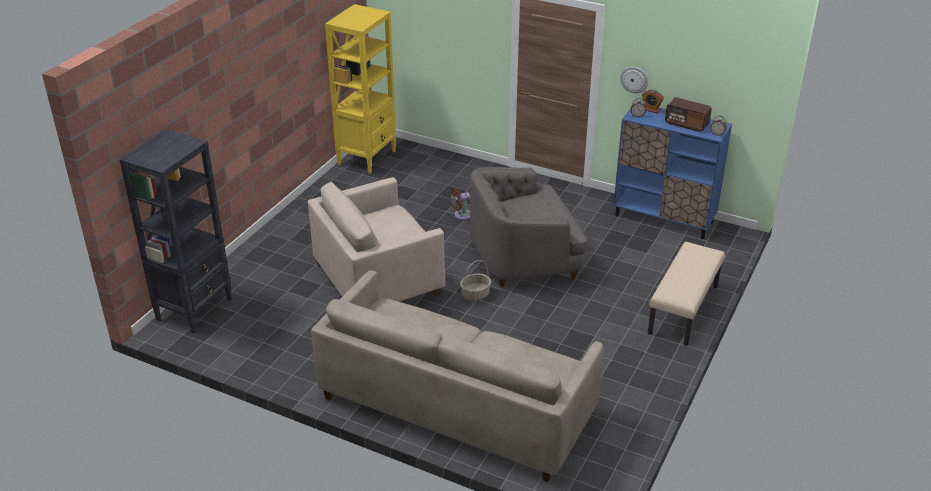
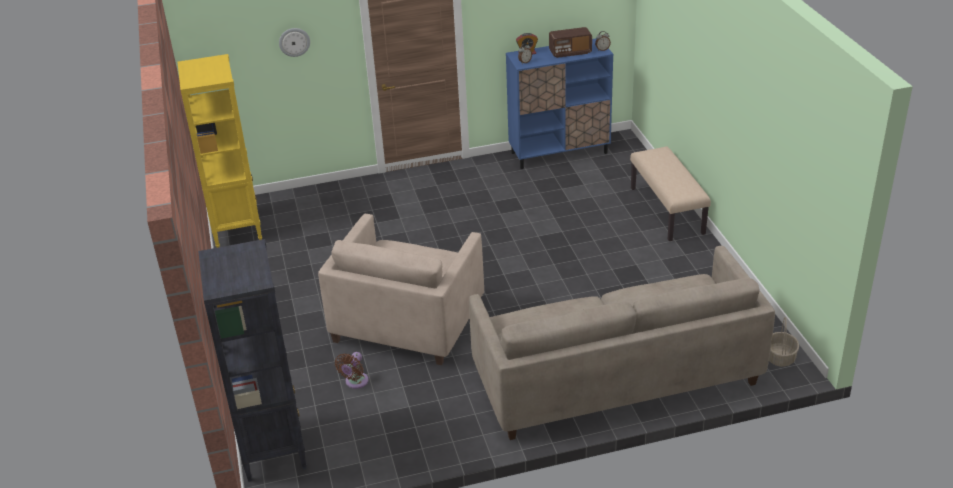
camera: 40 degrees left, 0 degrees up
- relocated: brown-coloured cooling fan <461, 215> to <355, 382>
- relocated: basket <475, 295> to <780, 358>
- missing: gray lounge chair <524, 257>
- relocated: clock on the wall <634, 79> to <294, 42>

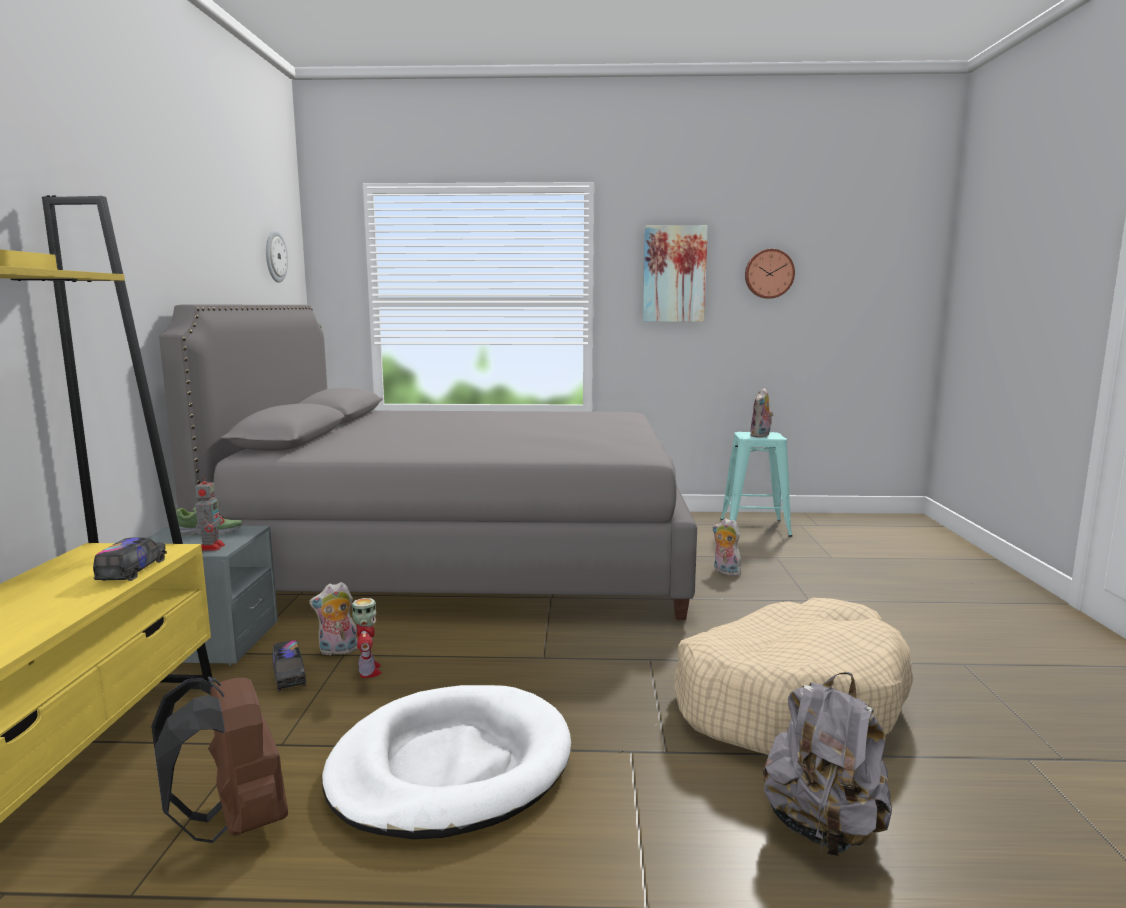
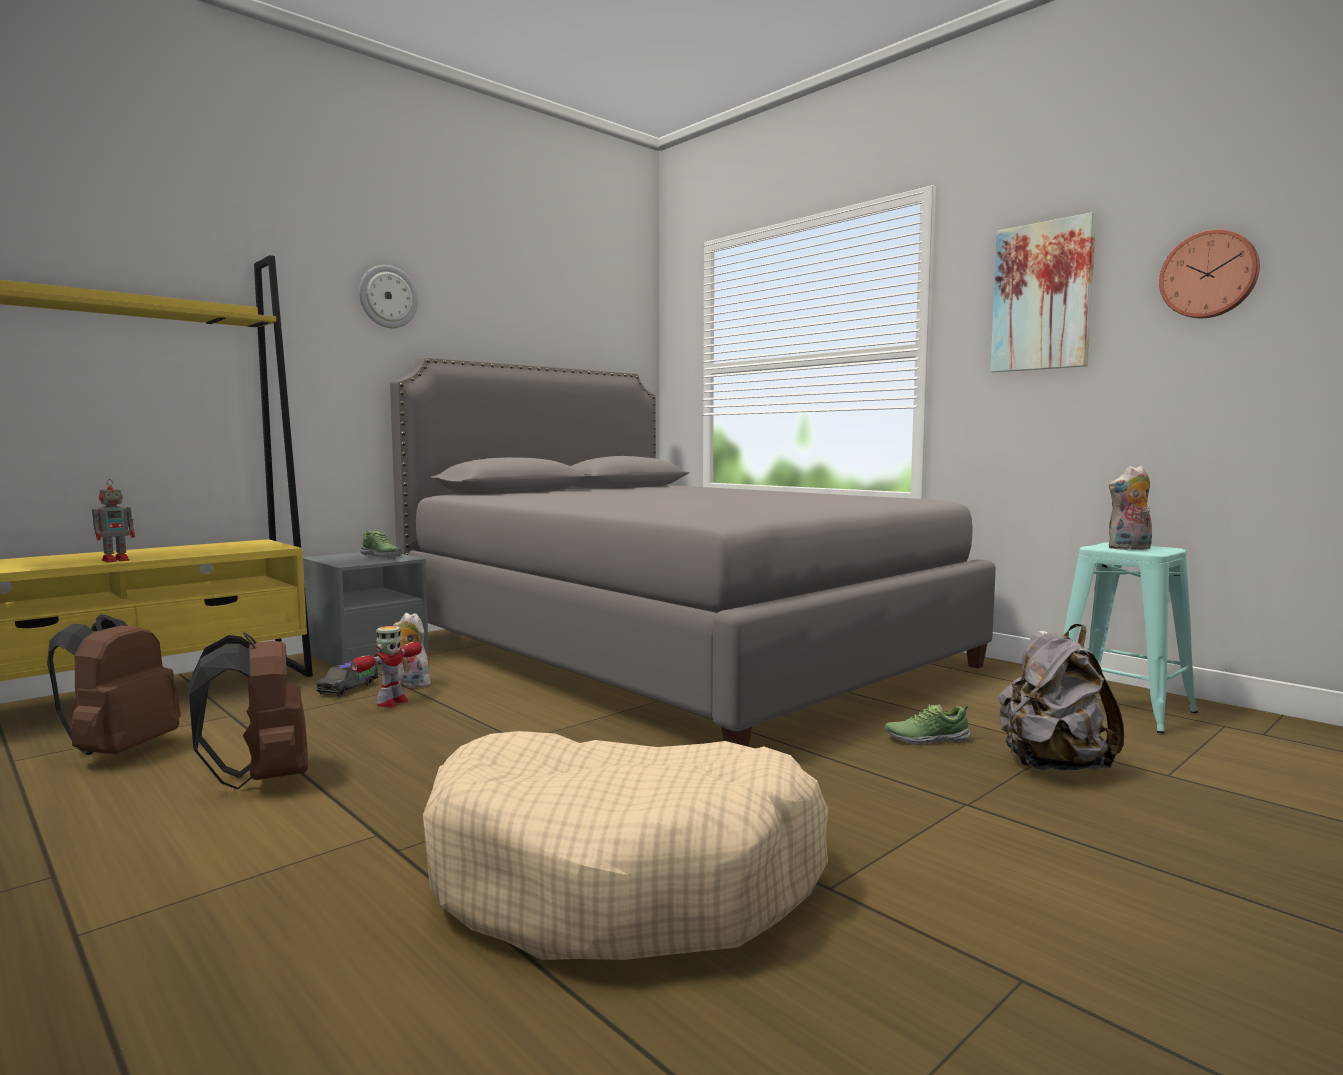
camera: 45 degrees right, 5 degrees down
- missing: toy truck <132, 570>
- relocated: robot figure <211, 547> to <117, 560>
- relocated: clock on the wall <275, 256> to <388, 297>
- exchanged: whitish dog cushion <450, 767> to brown-coloured knapsack <263, 779>
- exchanged: cuddly toy <725, 572> to low shoe <926, 739>
- relocated: gray knapsack <823, 828> to <1052, 766>

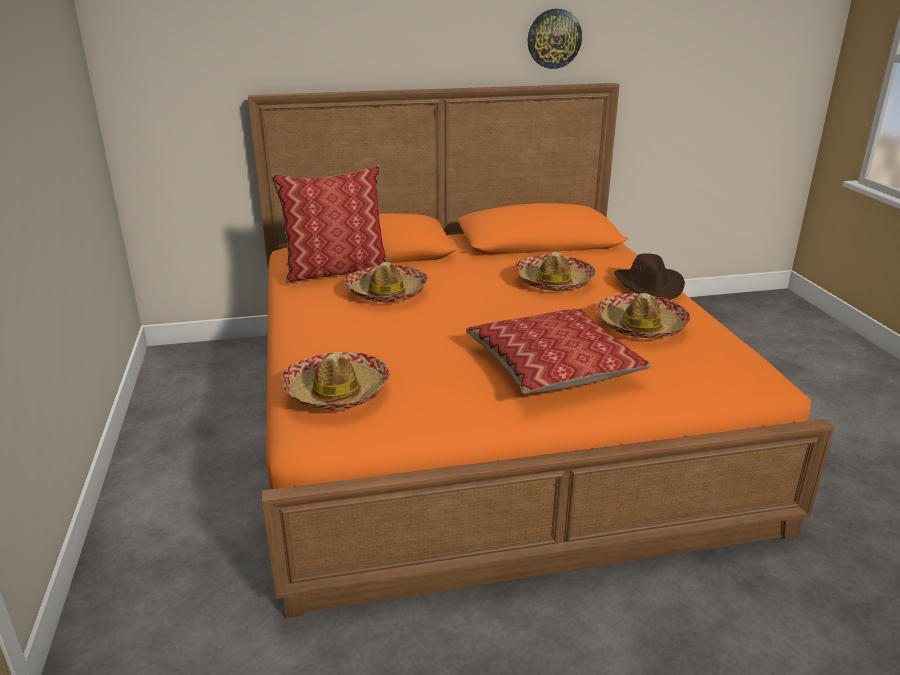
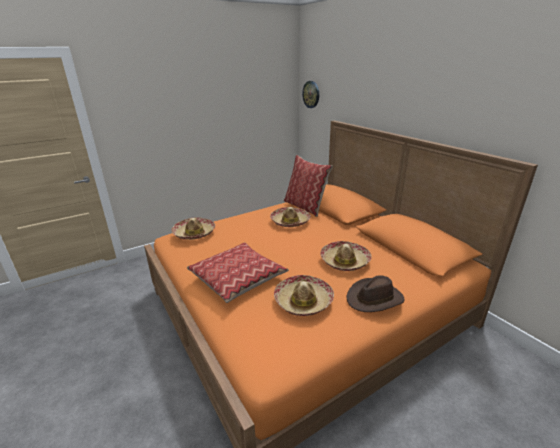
camera: 70 degrees right, 0 degrees up
- relocated: clock on the wall <554, 39> to <311, 94>

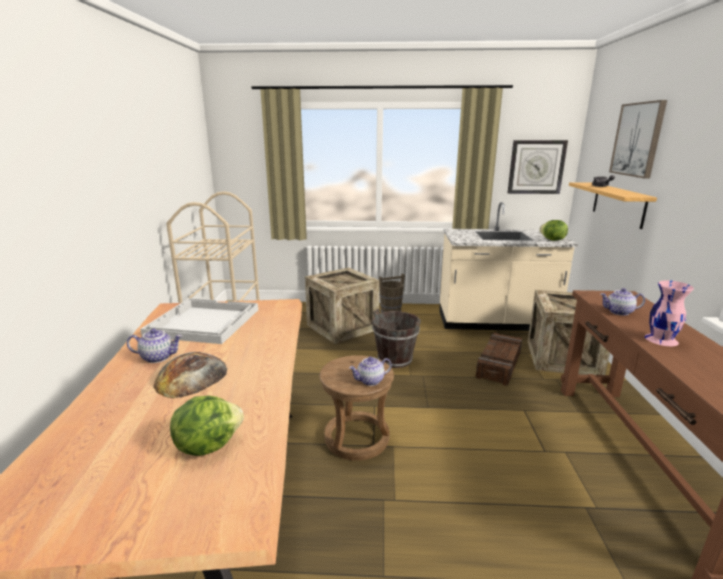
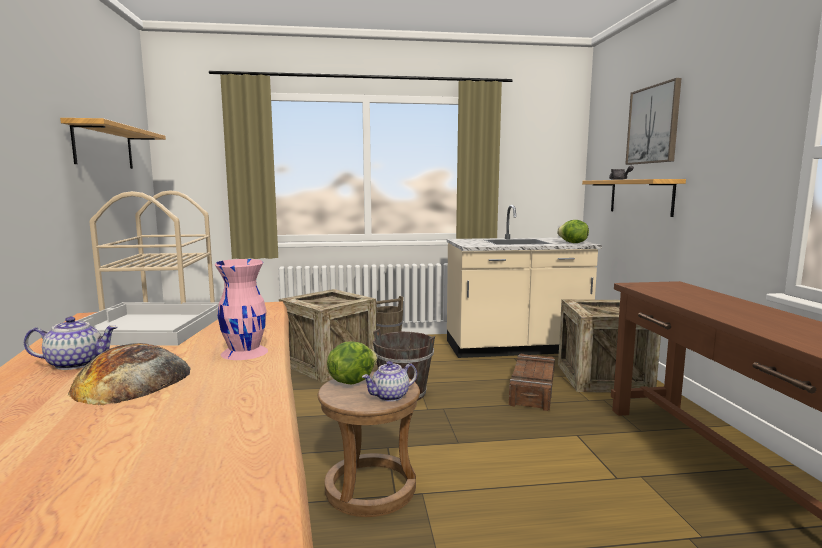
camera: 10 degrees left, 10 degrees down
- relocated: lettuce head <208, 444> to <351, 381>
- missing: clock on the wall <536, 167>
- missing: tea pot <619, 312>
- relocated: pink flower vase <661, 339> to <245, 352>
- appeared: wall shelf <104, 147>

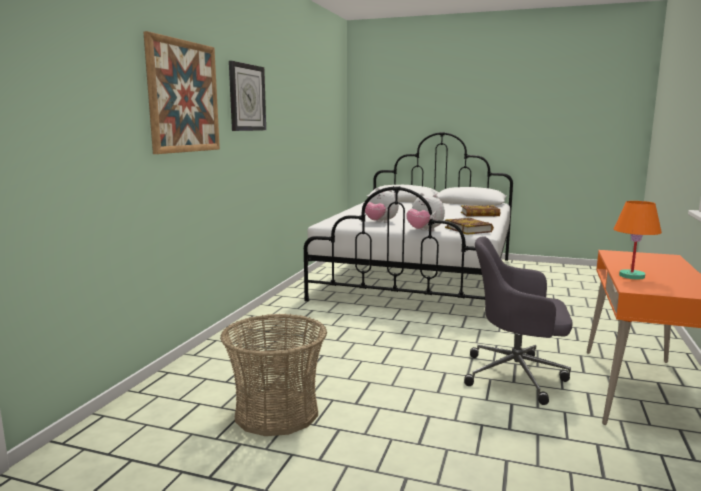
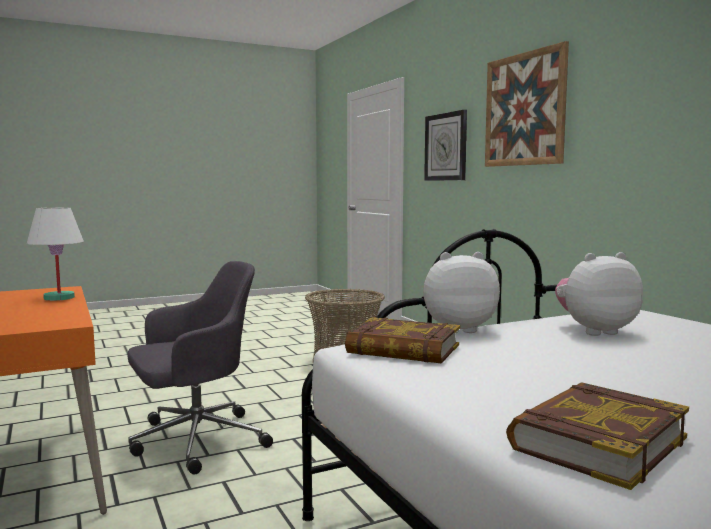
camera: 135 degrees right, 5 degrees down
- relocated: clock on the wall <247, 97> to <446, 147>
- colour: orange-coloured tabletop lamp <632, 276> to whitish tabletop lamp <58, 298>

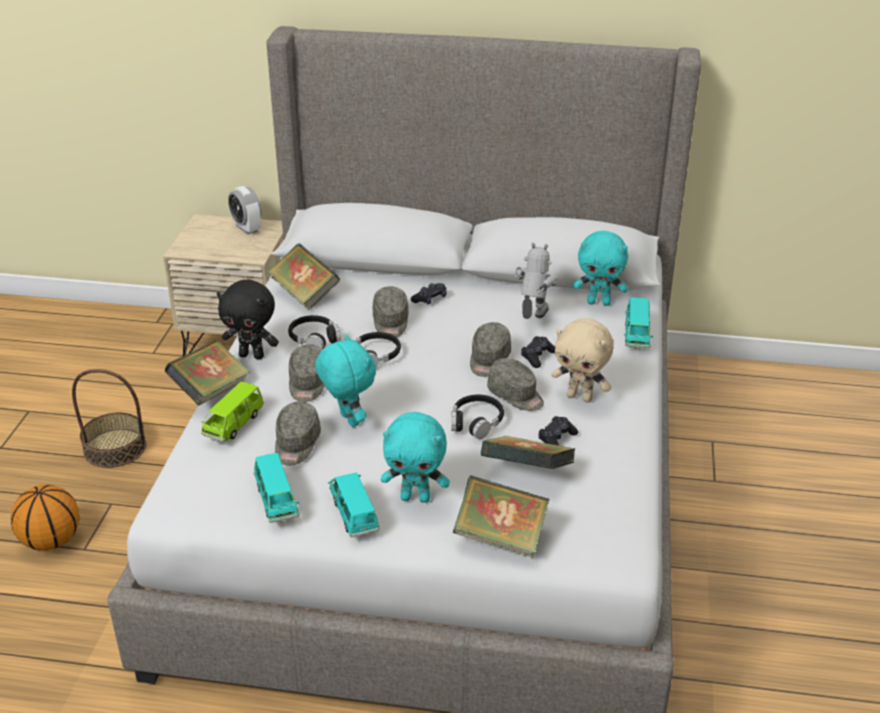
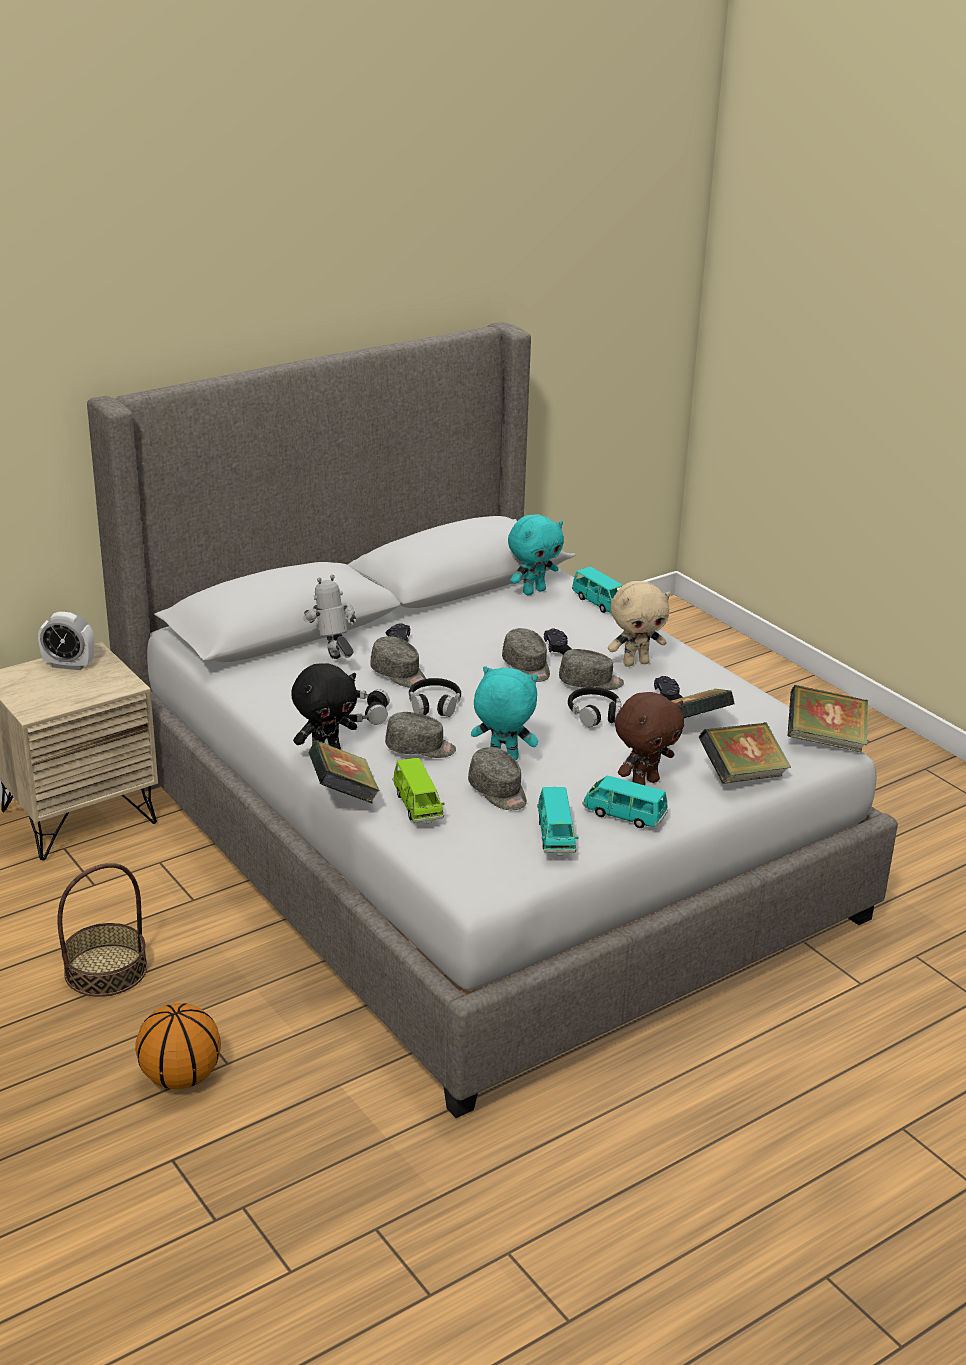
camera: 45 degrees left, 5 degrees down
- spun: turquoise-coloured model car <276, 501> = <555, 836> 60 degrees clockwise
- relocated: book <304, 294> to <825, 740>
- spun: gray baseball cap <308, 384> = <420, 748> 45 degrees counterclockwise
- colour: turquoise-coloured cuddly toy <416, 497> to brown-coloured cuddly toy <644, 782>
- relocated: robot figure <532, 320> to <334, 662>

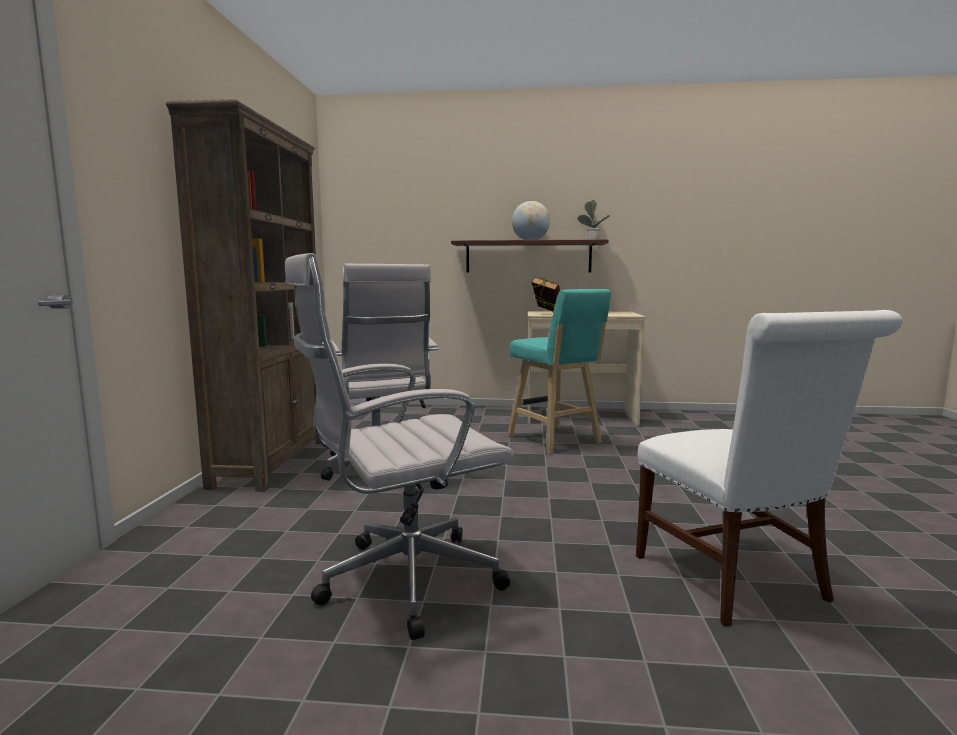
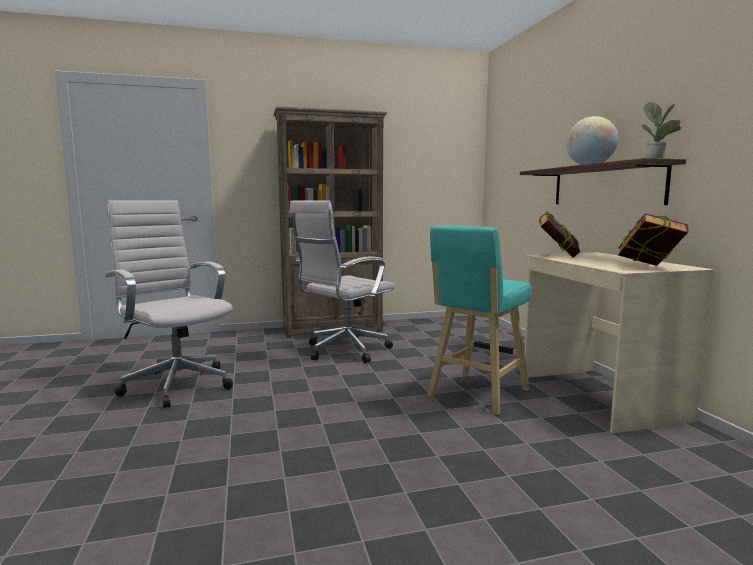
camera: 70 degrees right, 0 degrees up
- missing: whitish plain chair <738, 582>
- appeared: book <648, 267>

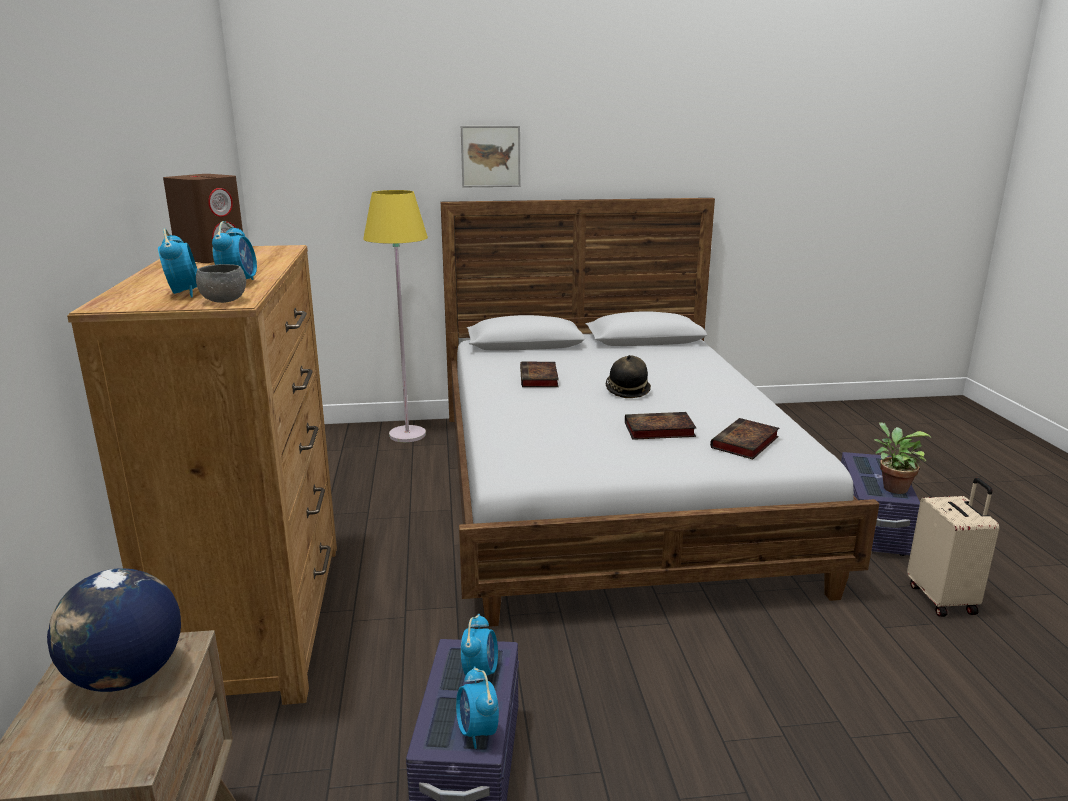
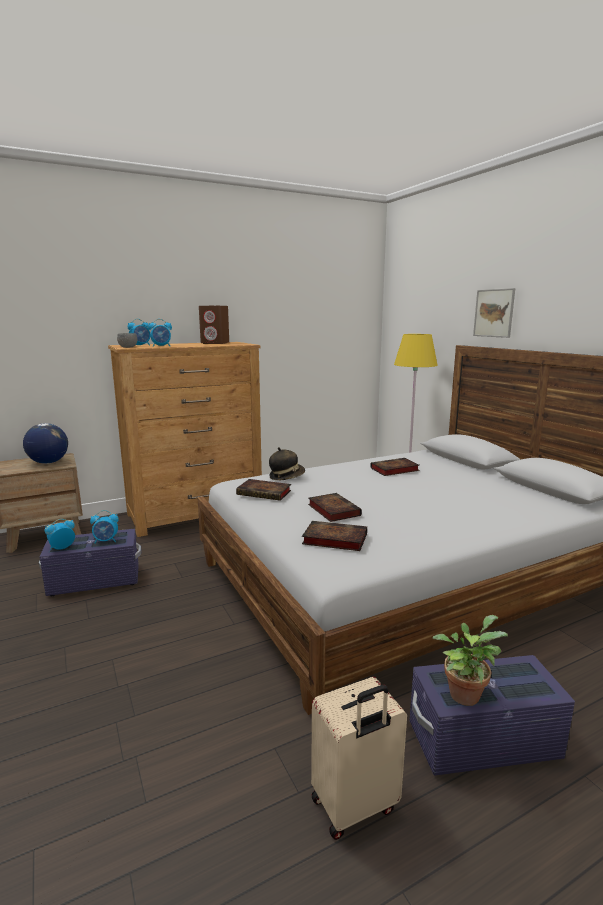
camera: 70 degrees right, 5 degrees down
- relocated: hat <627, 391> to <286, 476>
- appeared: book <265, 493>

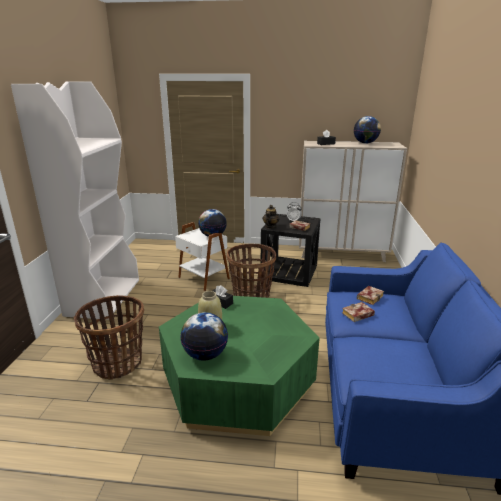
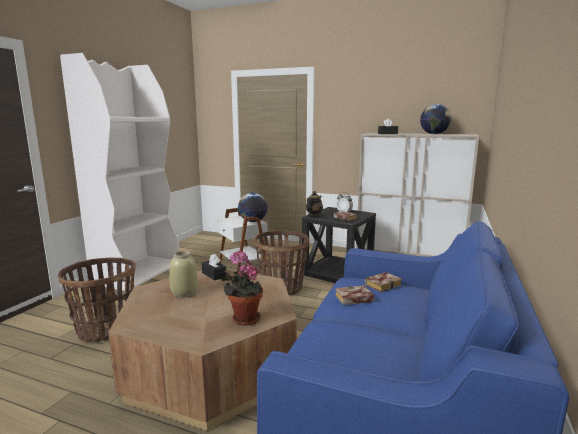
camera: 15 degrees right, 10 degrees down
- colour: green-coloured coffee table <238, 382> to brown-coloured coffee table <211, 367>
- missing: desk globe <205, 355>
- appeared: potted plant <243, 319>

